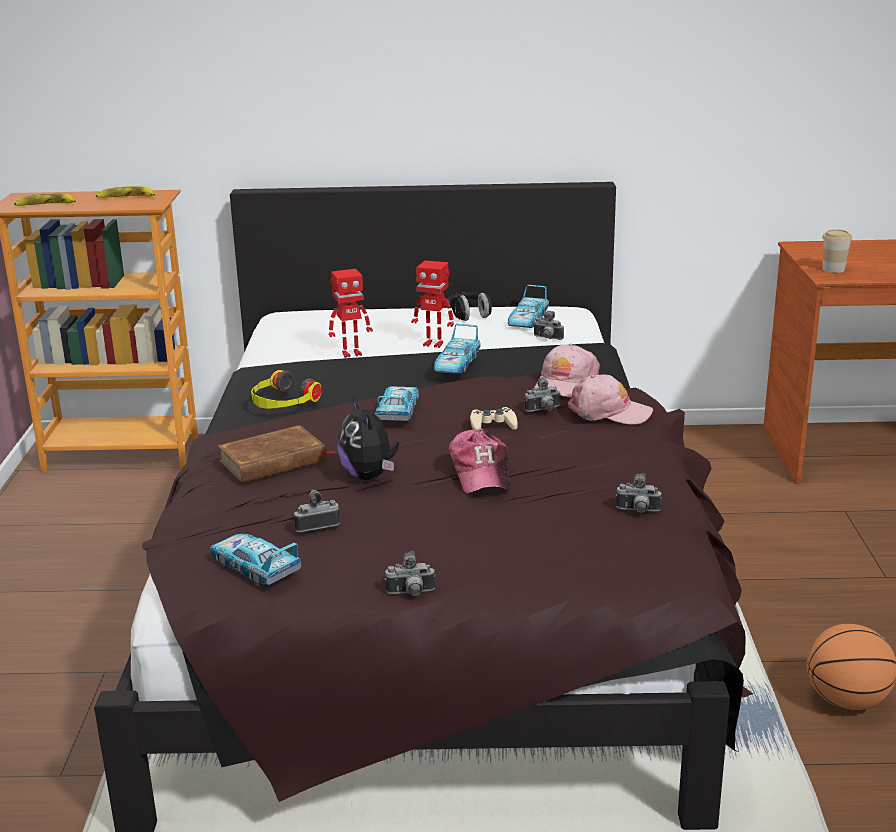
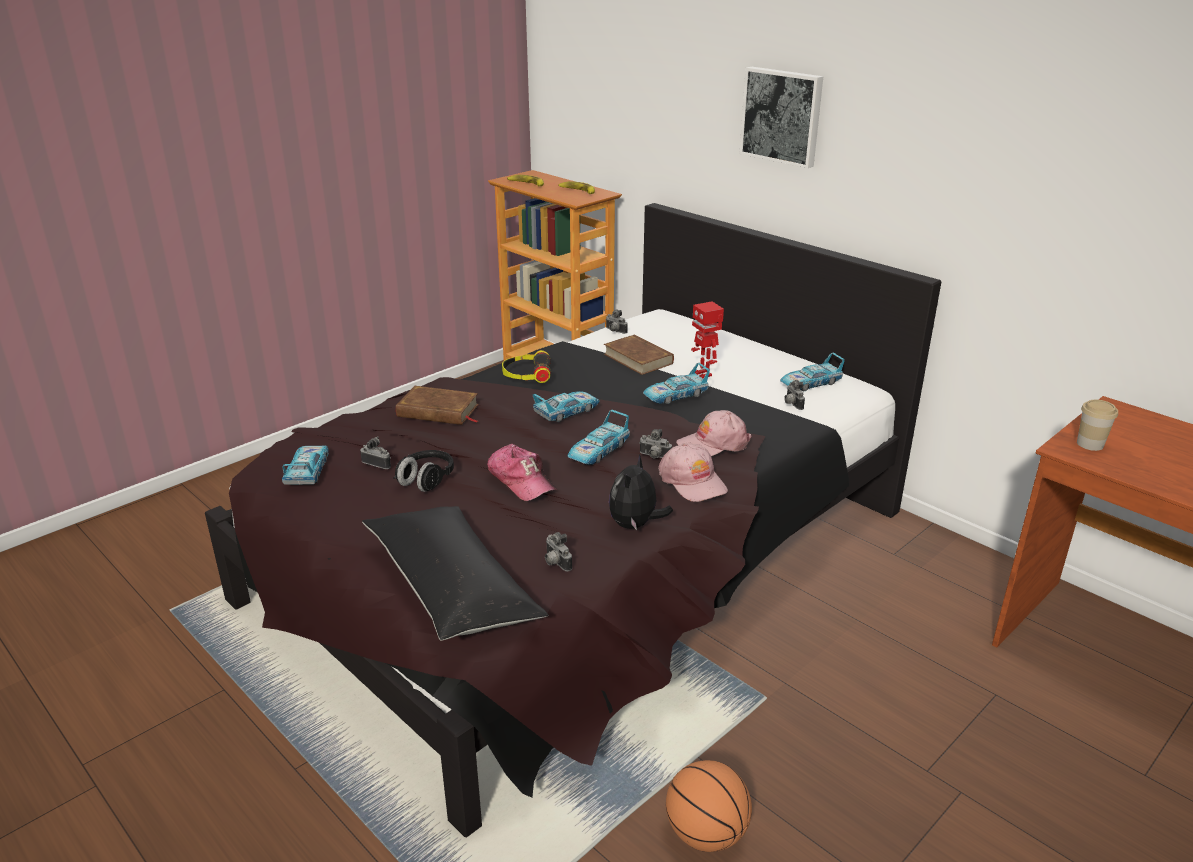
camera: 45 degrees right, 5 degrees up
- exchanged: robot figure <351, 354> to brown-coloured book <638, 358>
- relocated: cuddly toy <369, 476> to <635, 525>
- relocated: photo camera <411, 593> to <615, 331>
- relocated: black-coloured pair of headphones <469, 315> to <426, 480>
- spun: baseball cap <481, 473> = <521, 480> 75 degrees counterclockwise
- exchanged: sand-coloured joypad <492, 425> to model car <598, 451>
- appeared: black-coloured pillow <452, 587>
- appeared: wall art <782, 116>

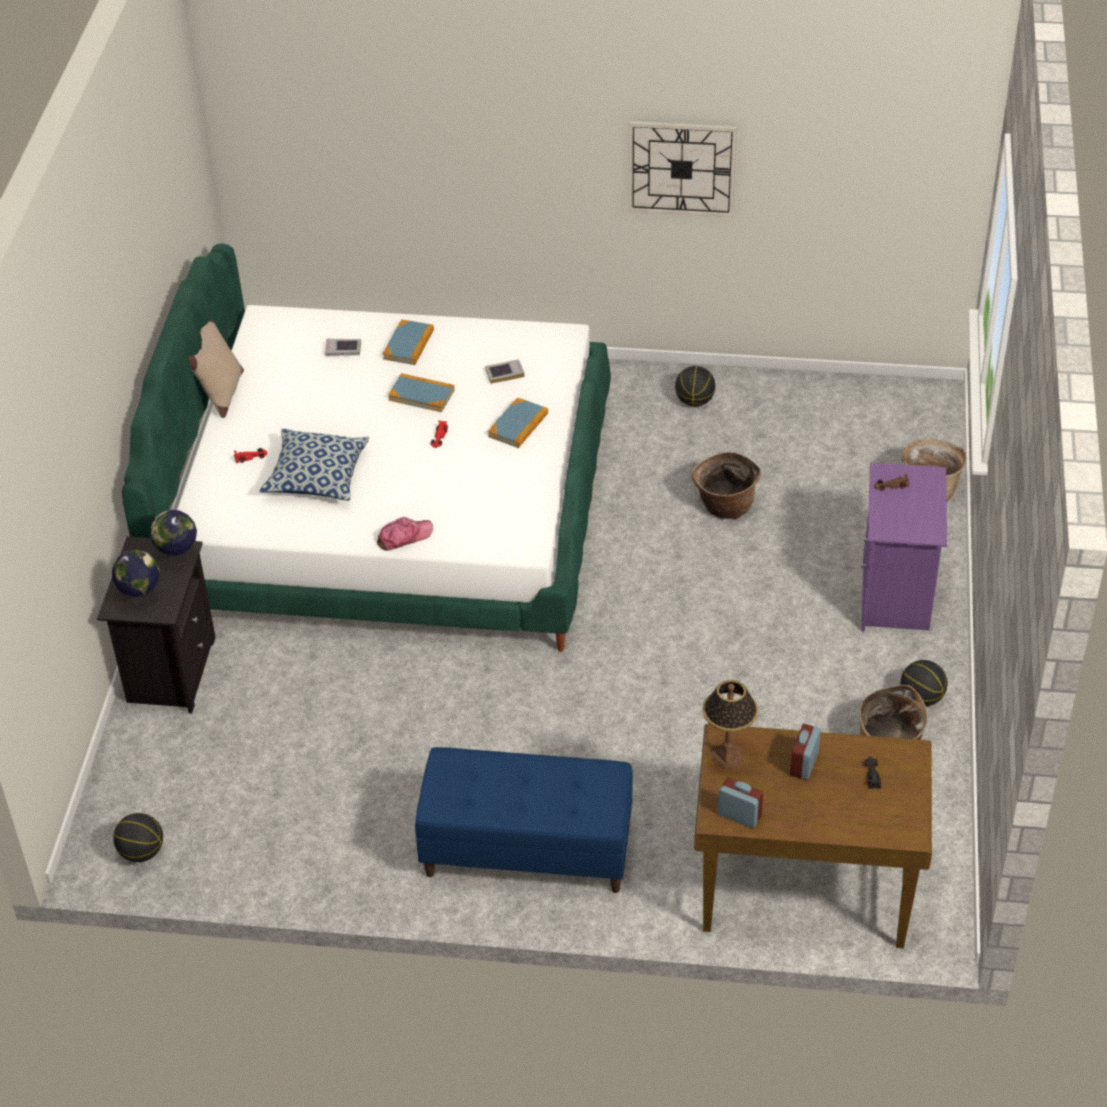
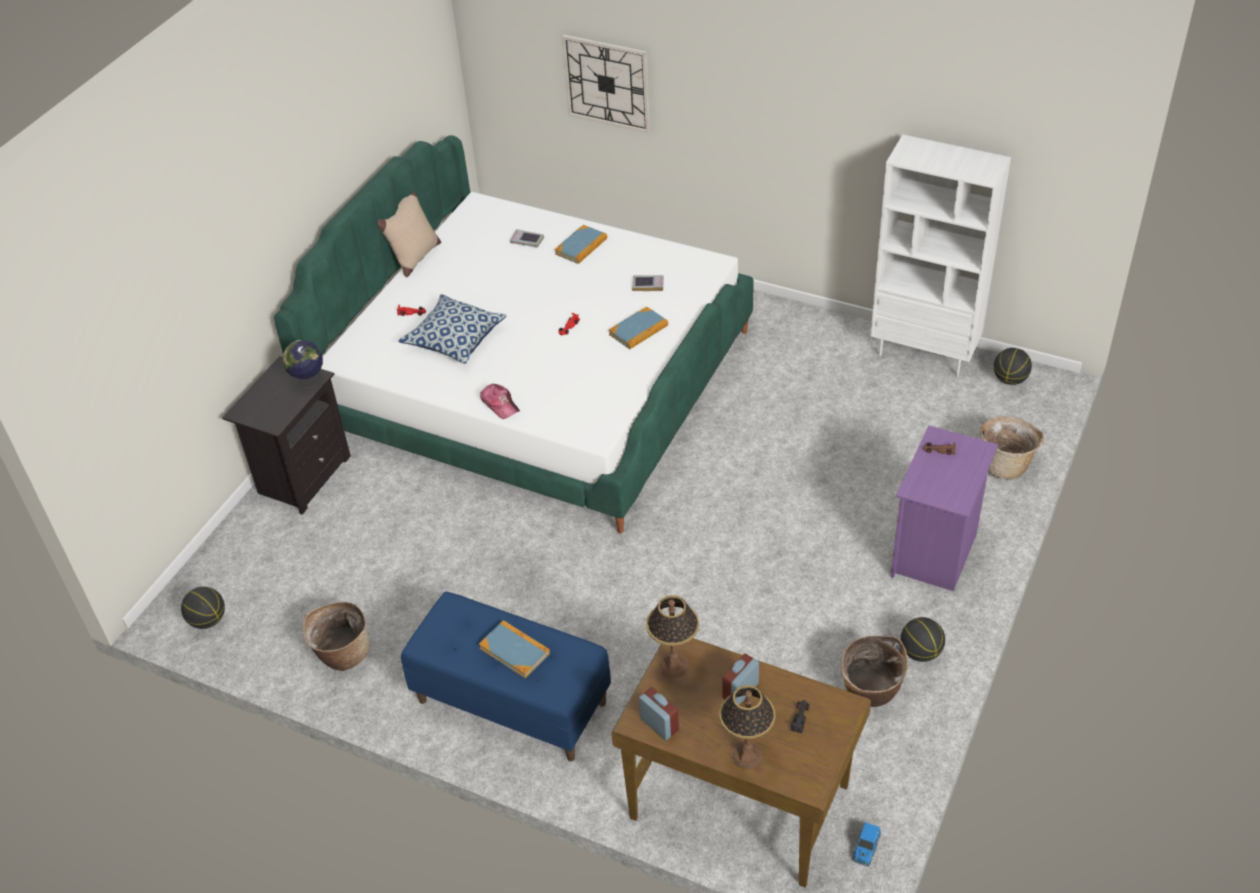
camera: 20 degrees right, 0 degrees up
- missing: desk globe <141, 598>
- spun: baseball cap <404, 537> = <500, 404> 60 degrees clockwise
- relocated: book <421, 395> to <514, 651>
- relocated: clock on the wall <681, 168> to <607, 83>
- relocated: basketball <695, 401> to <1010, 379>
- relocated: basket <724, 506> to <342, 654>
- appeared: tabletop lamp <747, 755>
- appeared: model car <866, 849>
- appeared: whitish bookshelf <925, 353>

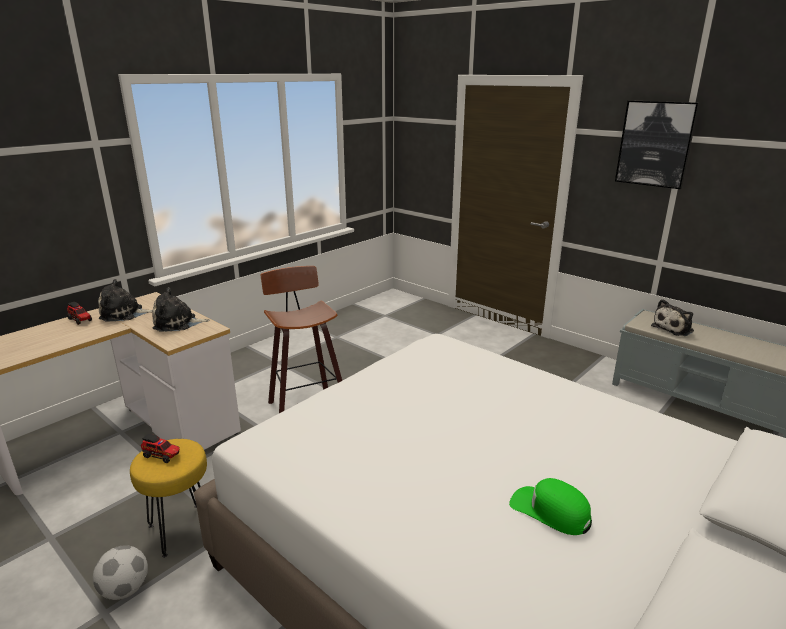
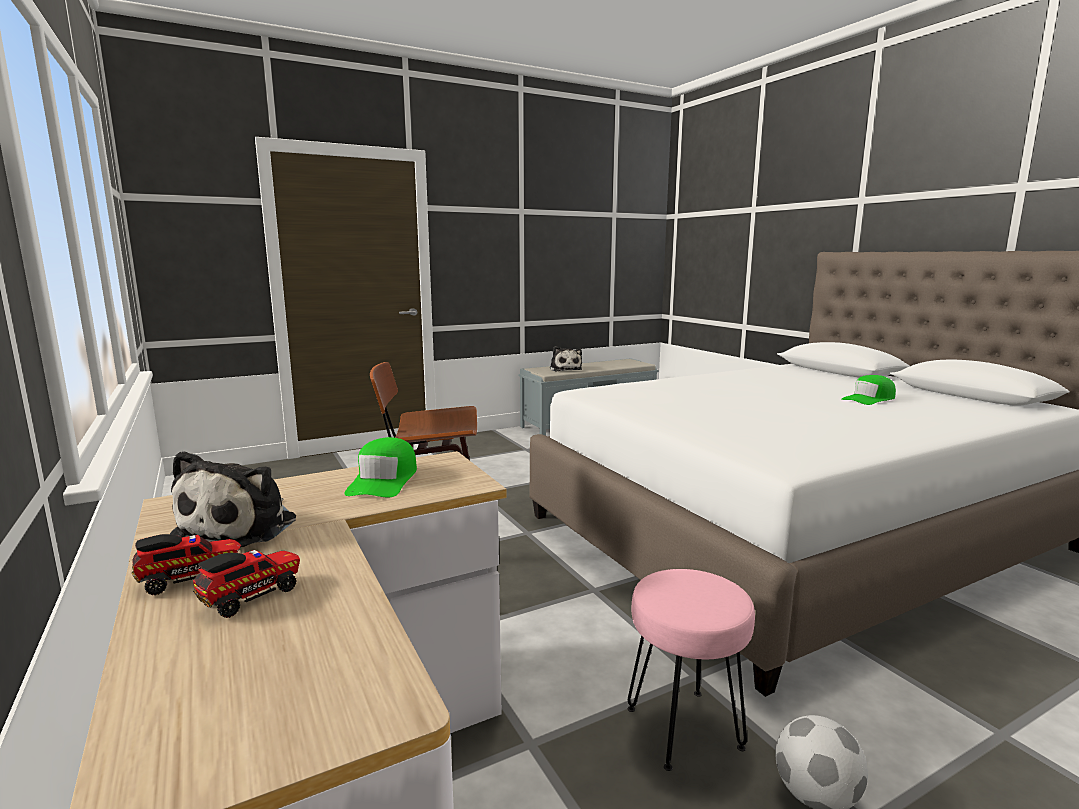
camera: 70 degrees left, 10 degrees down
- colour: yellow-coloured stool <181, 530> to pink stool <685, 728>
- relocated: toy truck <162, 455> to <253, 595>
- exchanged: cuddly toy <178, 323> to green-coloured baseball cap <384, 480>
- missing: wall art <655, 144>

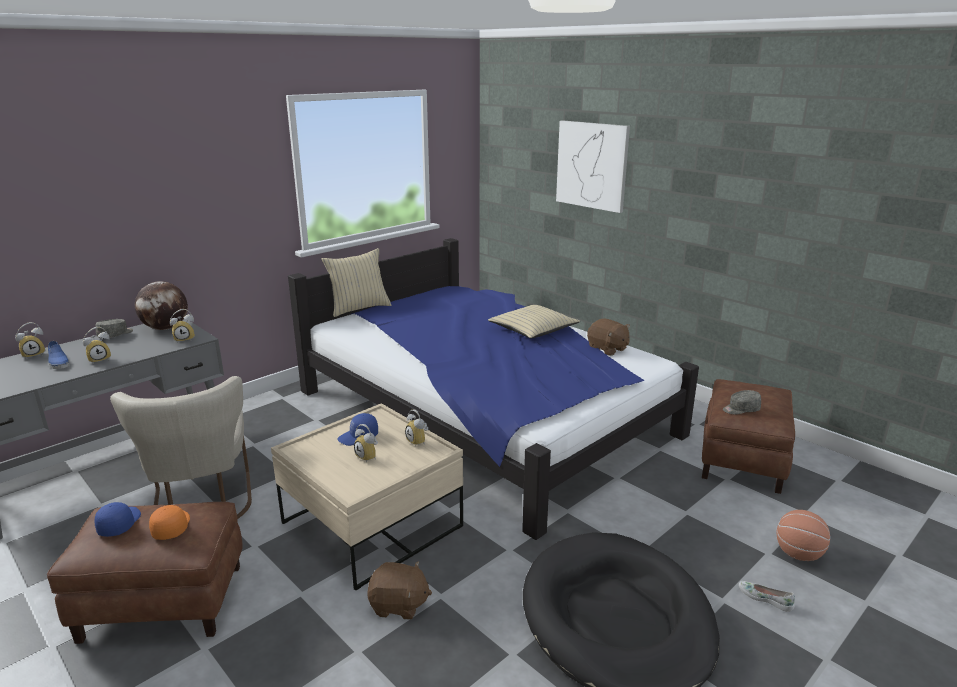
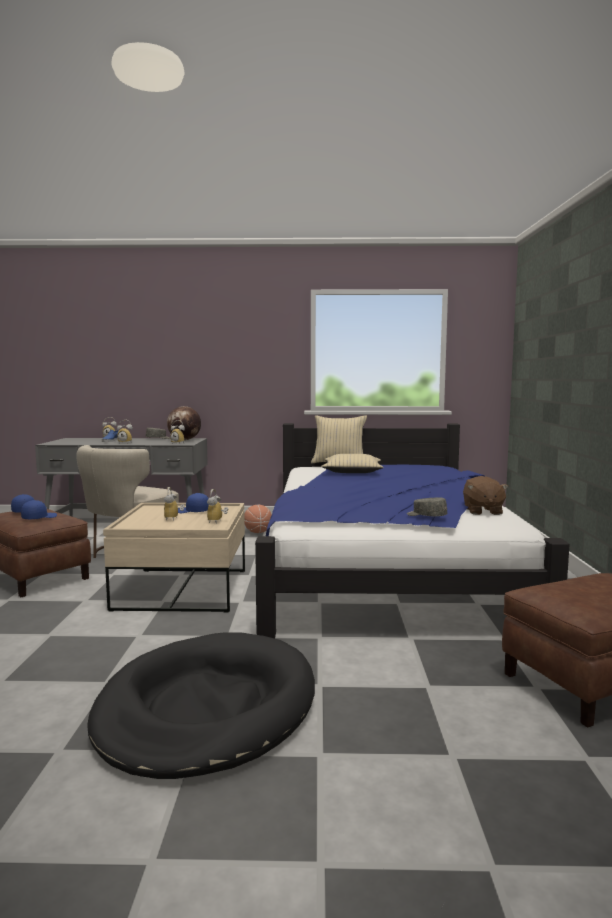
camera: 45 degrees right, 15 degrees down
- colour: orange-coloured baseball cap <170, 527> to blue baseball cap <39, 518>
- missing: brown-coloured cuddly toy <398, 605>
- relocated: sand-coloured pillow <533, 330> to <352, 471>
- missing: wall art <592, 165>
- relocated: gray baseball cap <741, 409> to <426, 516>
- missing: whitish low shoe <765, 598>
- relocated: basketball <798, 554> to <258, 532>

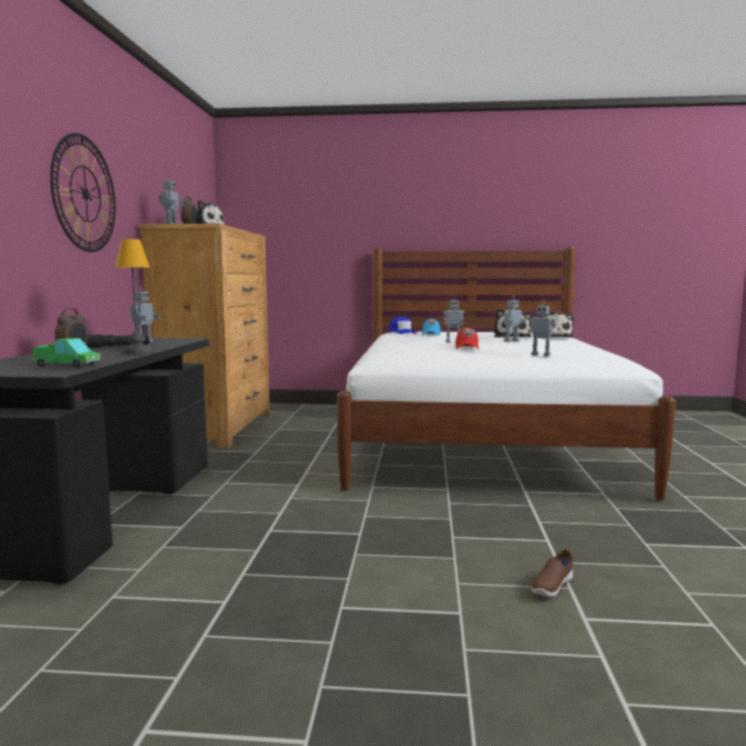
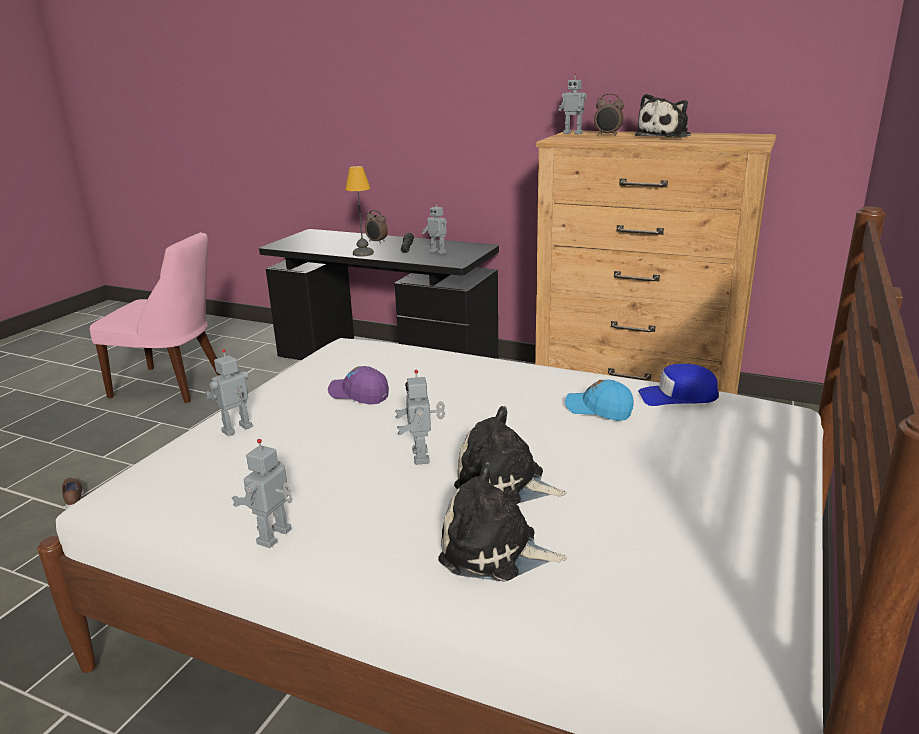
camera: 110 degrees right, 15 degrees up
- missing: toy truck <67, 364>
- missing: clock on the wall <85, 194>
- relocated: robot figure <453, 342> to <276, 537>
- colour: red baseball cap <467, 348> to purple-coloured baseball cap <359, 395>
- appeared: pink plain chair <172, 385>

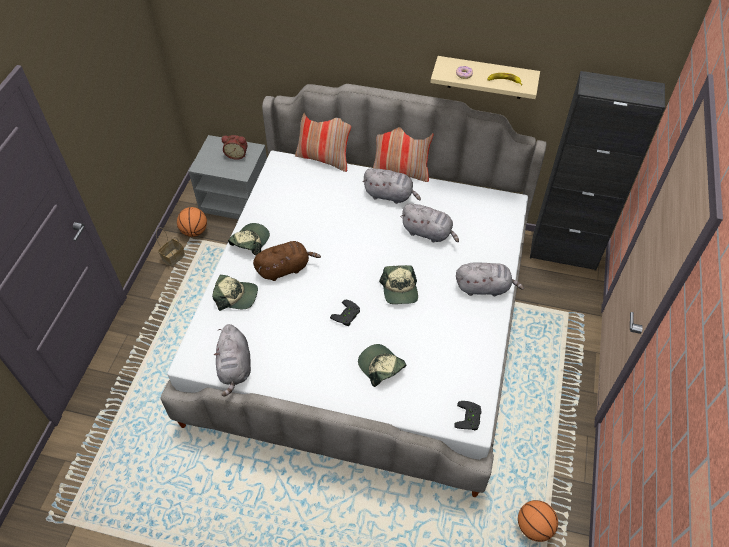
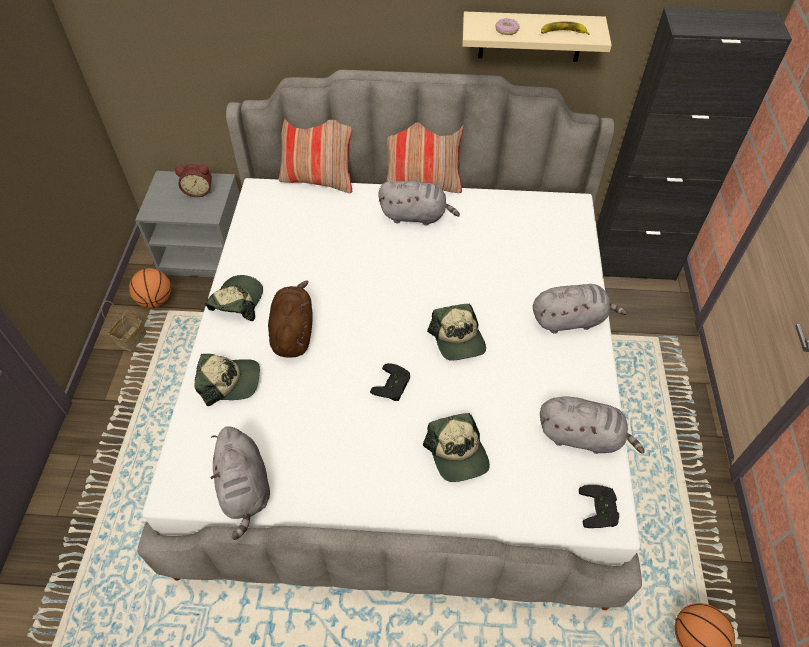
camera: 10 degrees left, 0 degrees up
- spun: brown-coloured cuddly toy <285, 268> = <293, 332> 60 degrees counterclockwise
- spun: baseball cap <381, 367> = <457, 453> 150 degrees counterclockwise
- relocated: gray cuddly toy <428, 233> to <582, 436>

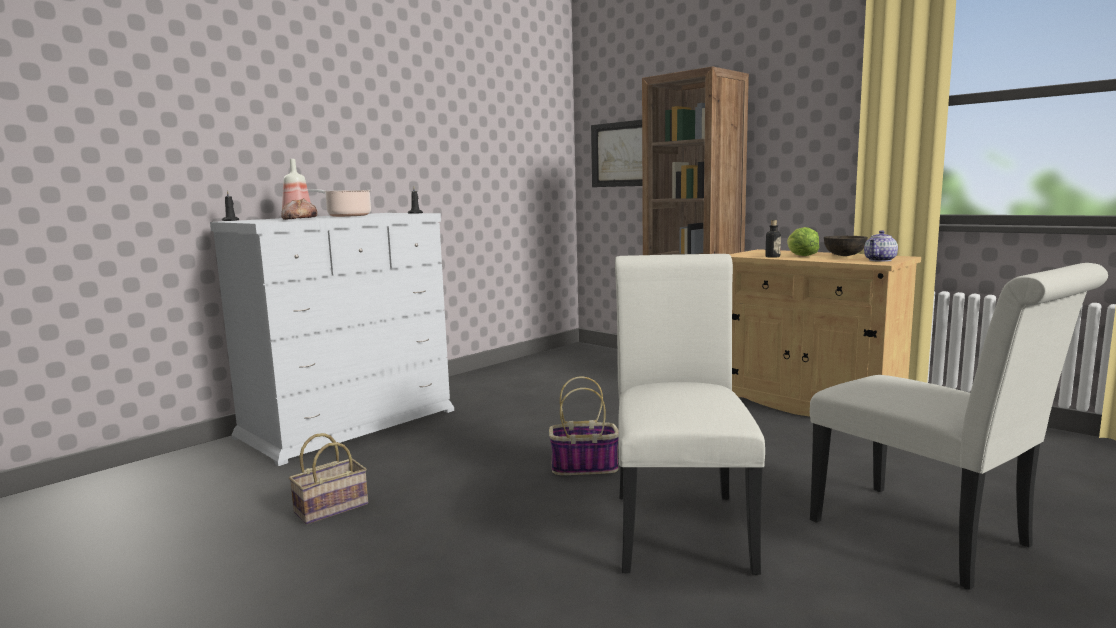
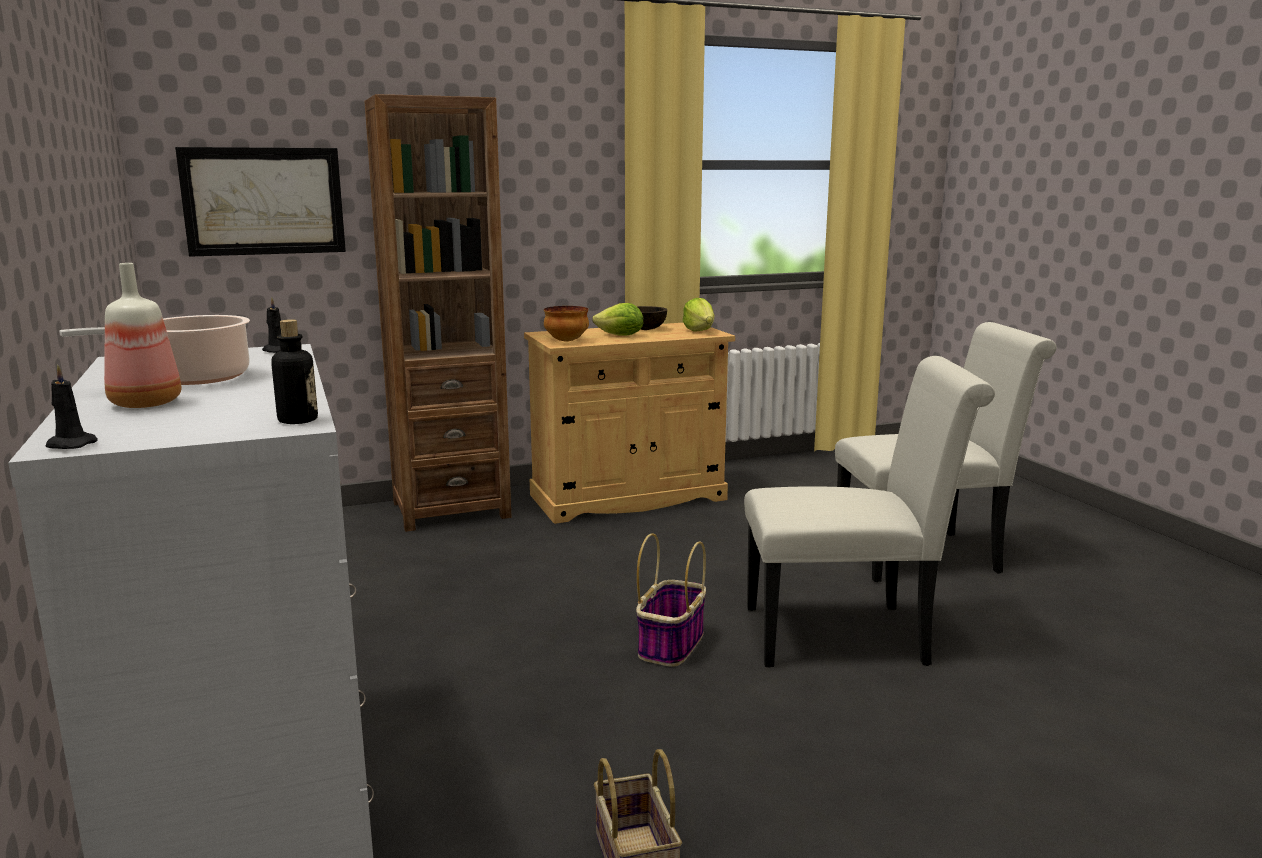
camera: 65 degrees left, 5 degrees up
- missing: baked bread <299, 219>
- spun: whitish plain chair <679, 524> = <848, 635> 150 degrees clockwise
- relocated: drink bottle <772, 257> to <298, 420>
- exchanged: tea pot <880, 260> to lettuce head <699, 330>
- appeared: bowl <566, 341>

